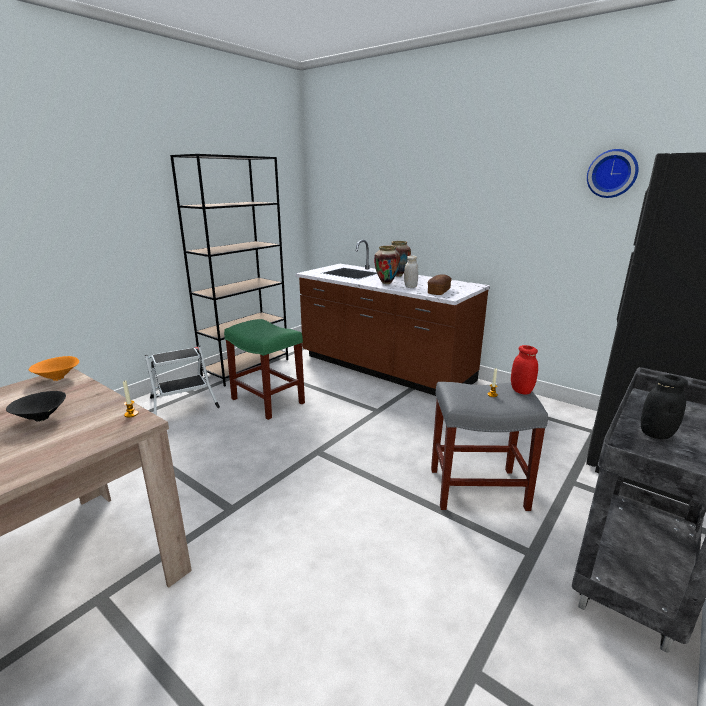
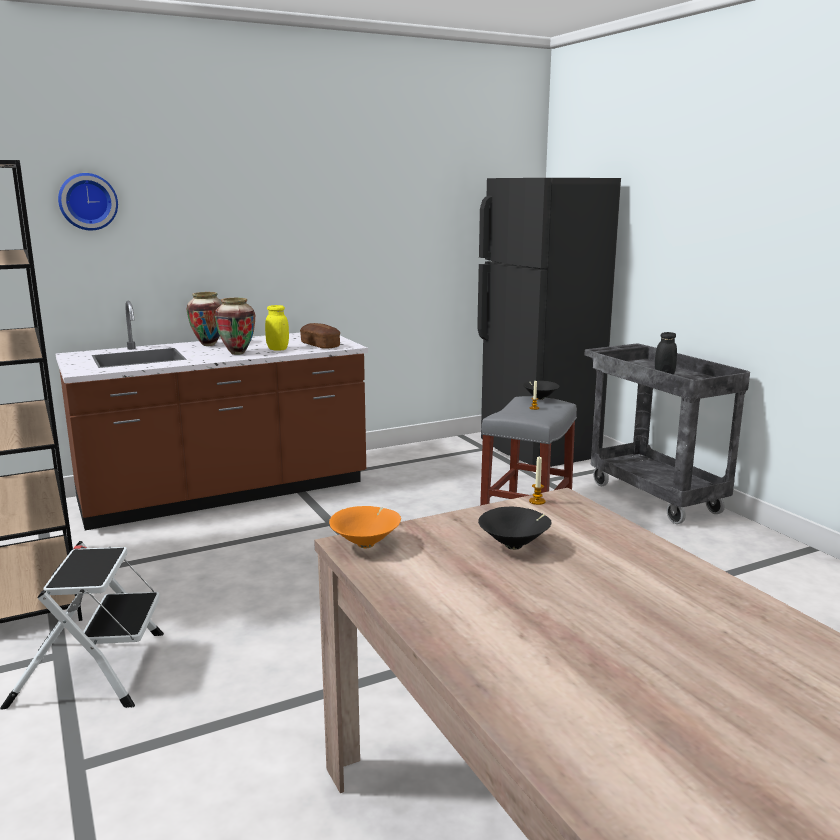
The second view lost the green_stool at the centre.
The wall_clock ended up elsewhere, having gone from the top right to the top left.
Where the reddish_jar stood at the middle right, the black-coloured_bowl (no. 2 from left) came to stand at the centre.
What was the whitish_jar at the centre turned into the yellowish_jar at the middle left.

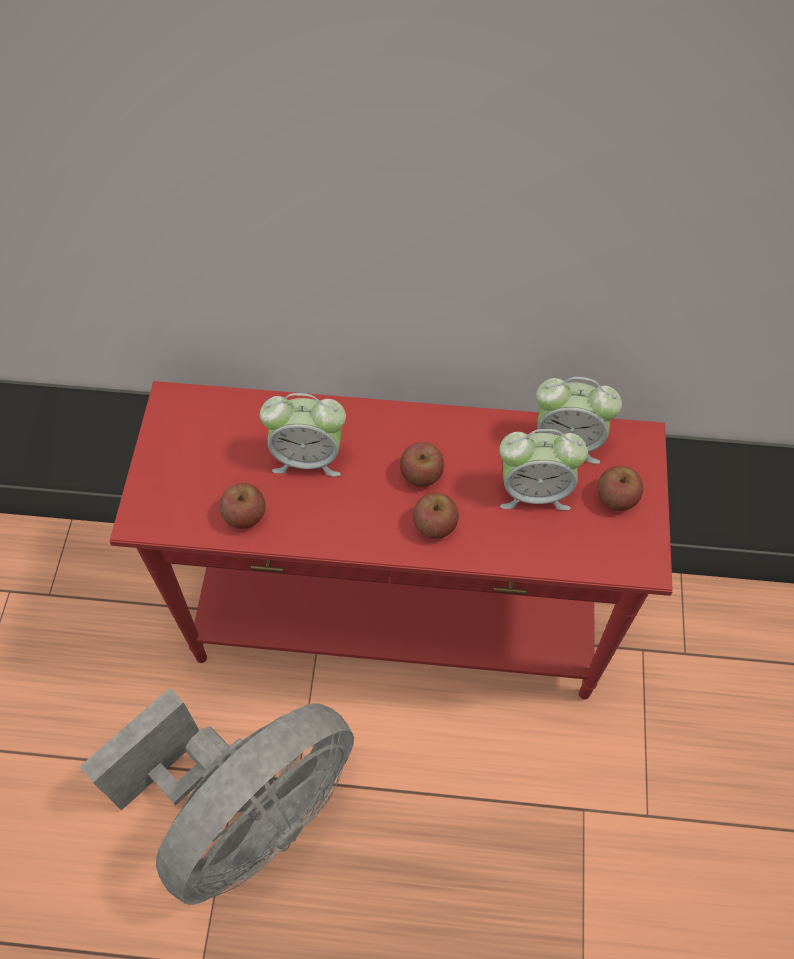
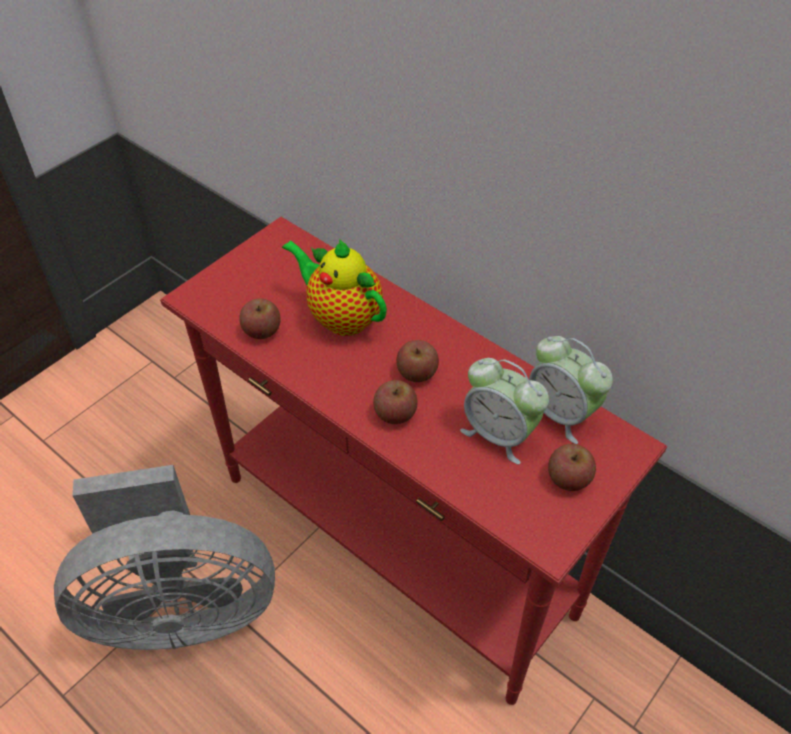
Where the bedside_clock (no. 1 from left) stood at the centre, the tea_pot came to stand at the centre.

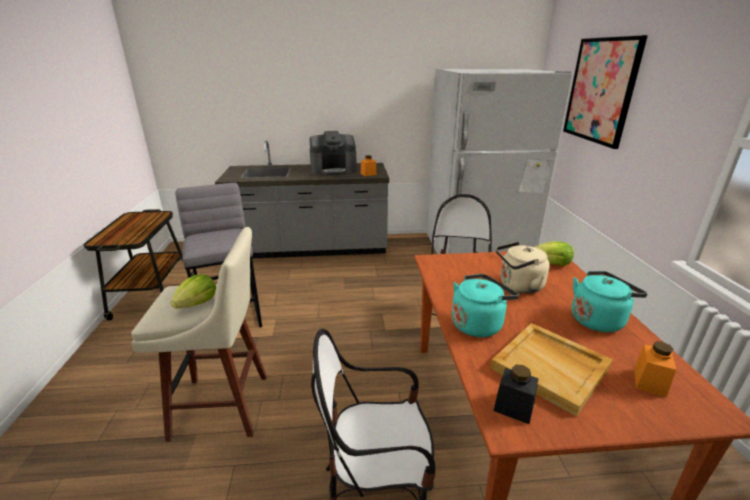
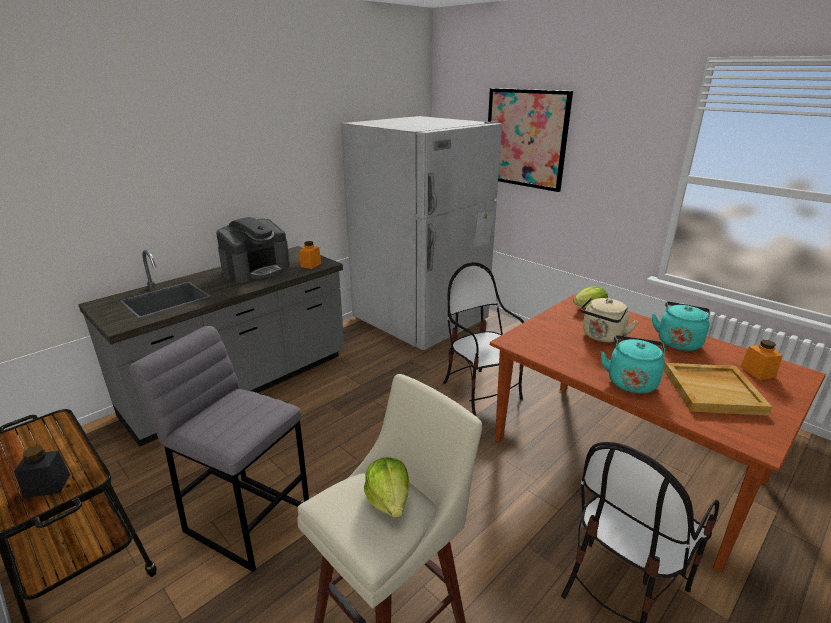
The black-coloured_jar ended up elsewhere, having gone from the bottom right to the bottom left.

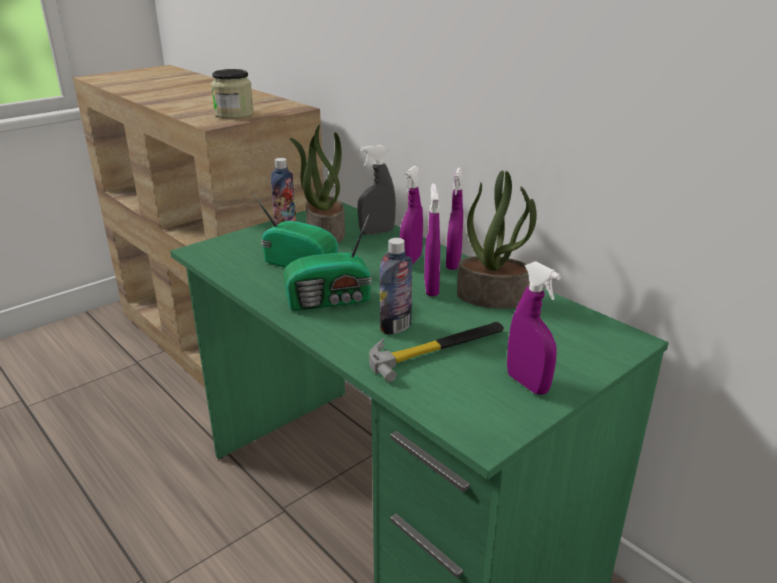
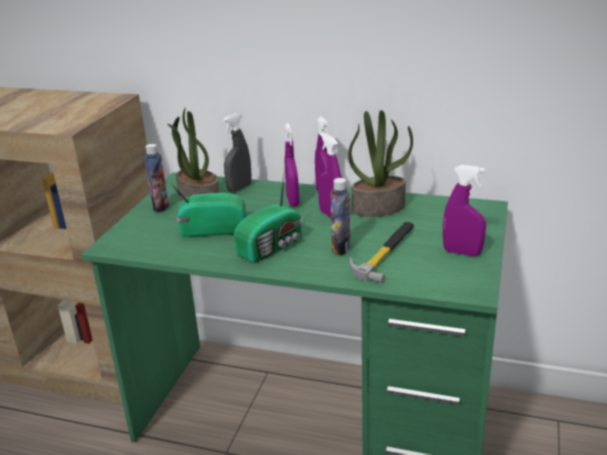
The second view lost the jar at the top left.

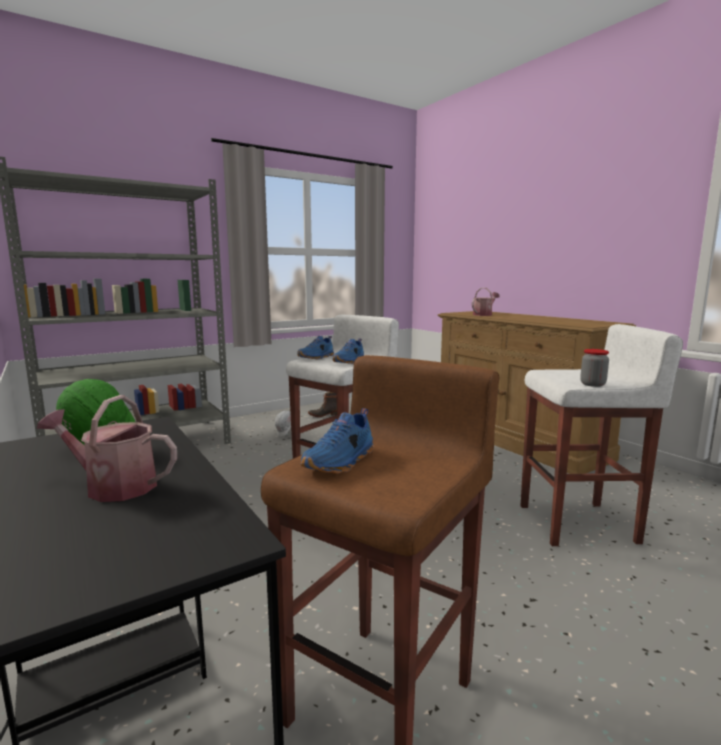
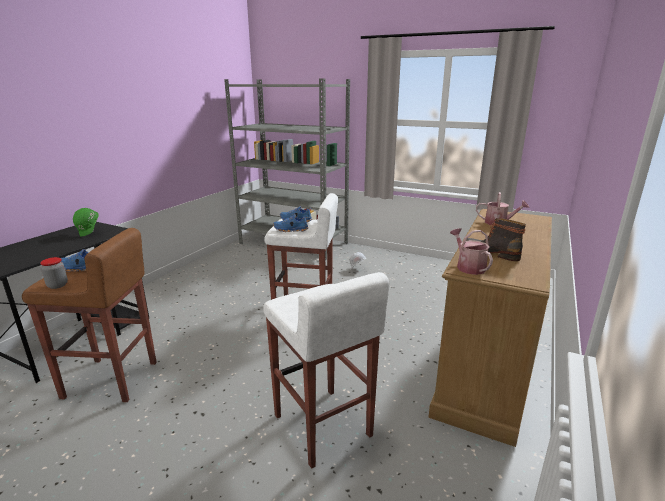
The sprinkling_can (no. 1 from left) ended up elsewhere, having gone from the middle left to the middle right.
The boot ended up elsewhere, having gone from the centre to the middle right.
The jar ended up elsewhere, having gone from the middle right to the middle left.

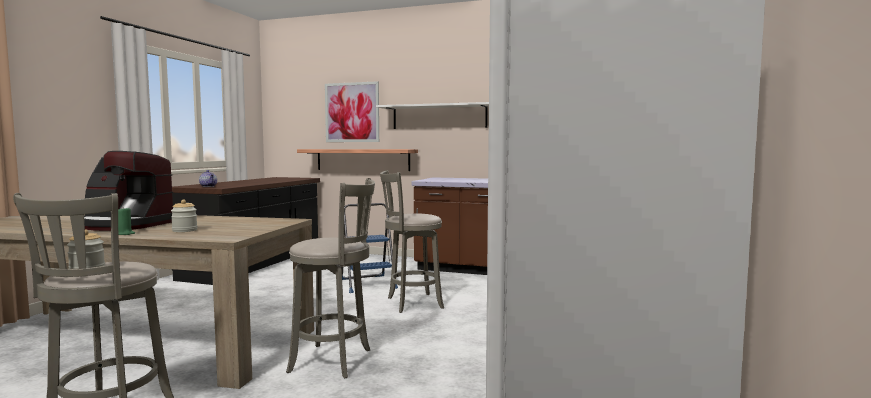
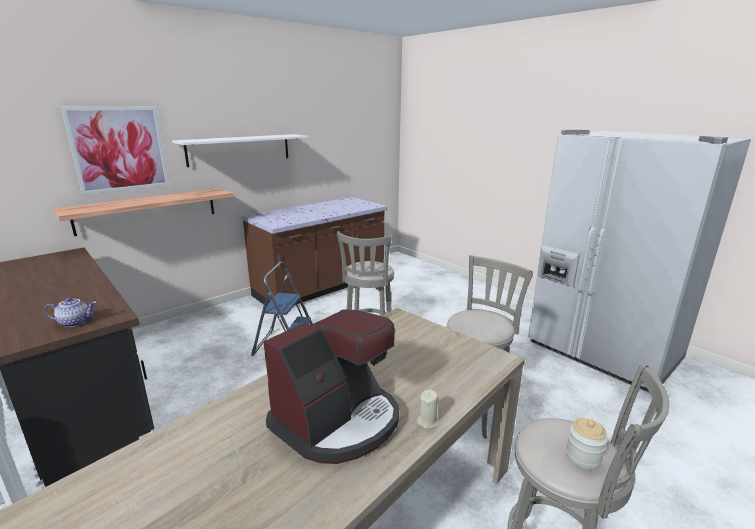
The second view lost the jar (no. 2 from left) at the middle left.
What was the green_candle at the middle left turned into the sand-coloured_candle at the bottom centre.

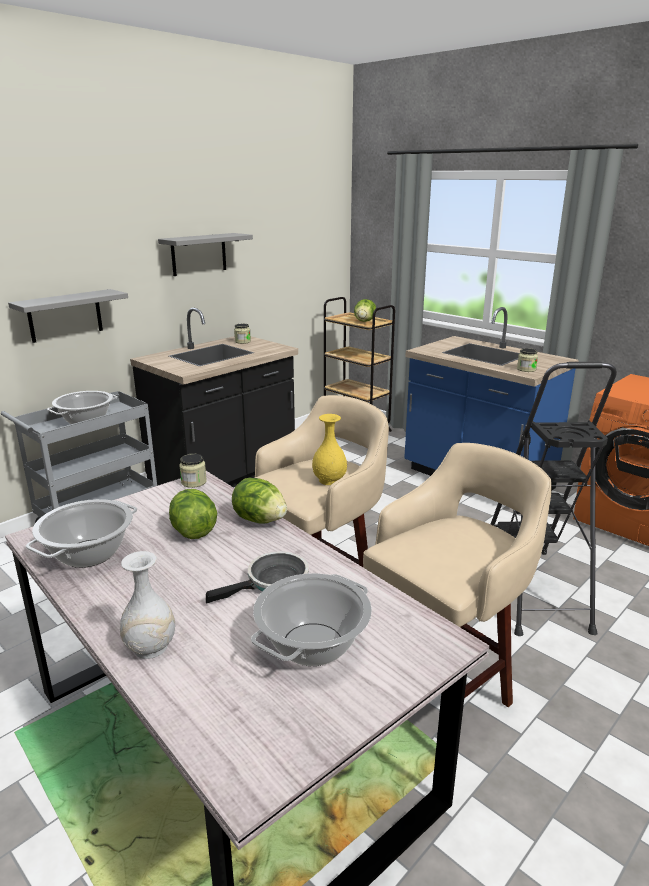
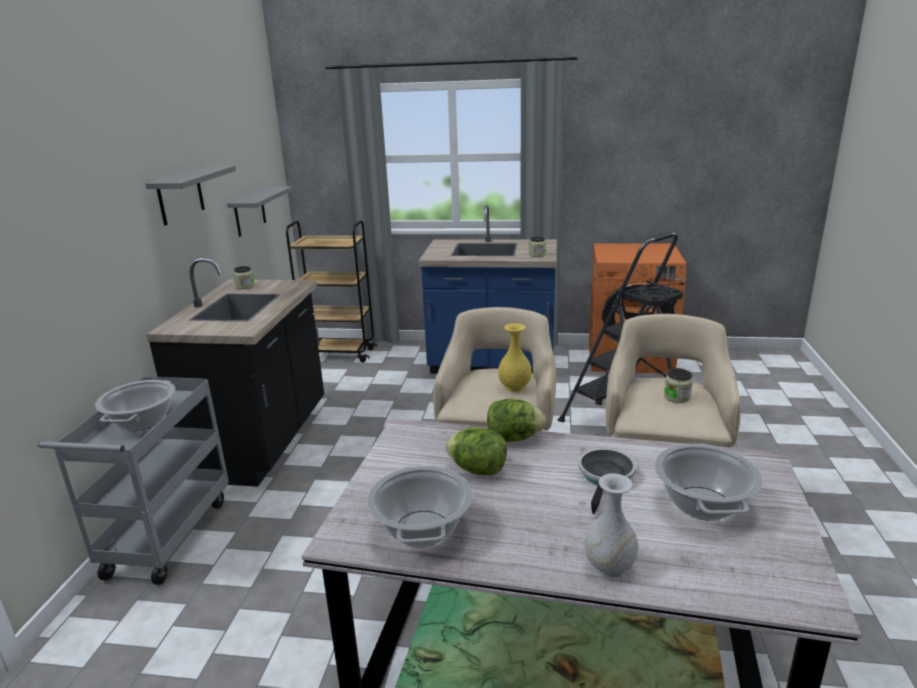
The second view lost the head_of_lettuce (no. 3 from left) at the centre.
The greyish_bracket_shelf (no. 1 from left in the first image) ended up elsewhere, having gone from the middle left to the top left.
The jar (no. 1 from left in the first image) ended up elsewhere, having gone from the middle left to the middle right.

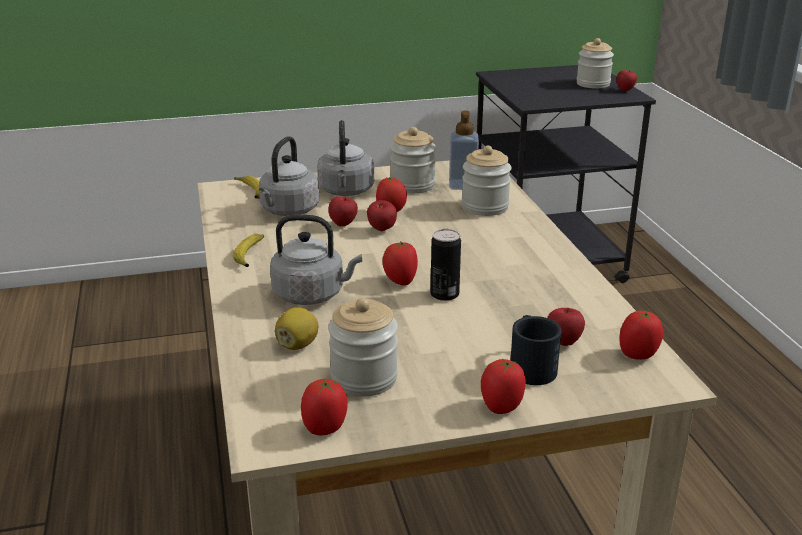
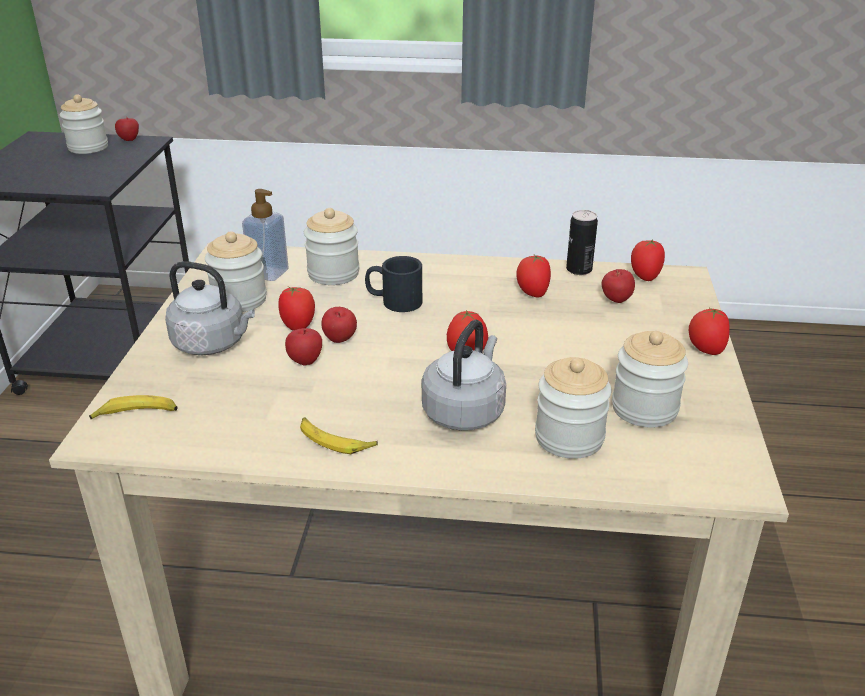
The second view lost the greyish_water_kettle (no. 1 from left) at the top centre.
The tomato (no. 1 from left in the first image) ended up elsewhere, having gone from the bottom centre to the centre.
The sealed_can ended up elsewhere, having gone from the centre to the middle right.
The black-coloured_tea_mug ended up elsewhere, having gone from the middle right to the centre.
Where the whole_lemon stood at the centre, the jar (no. 4 from left) came to stand at the centre.

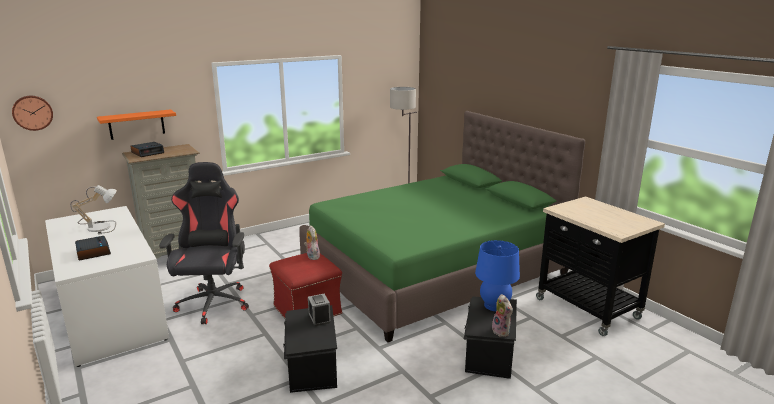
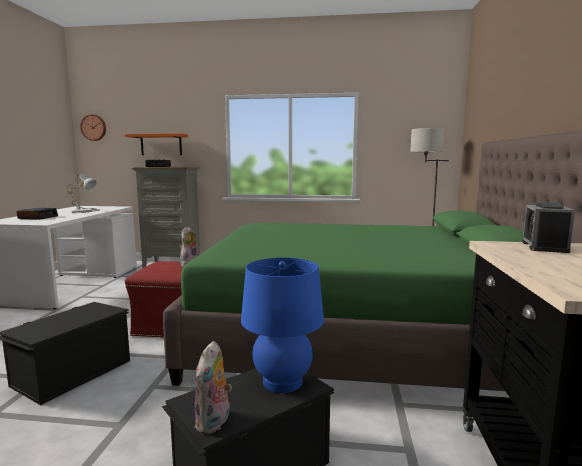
The second view lost the black-coloured_computer_chair at the middle left.
The bedside_clock (no. 3 from left) ended up elsewhere, having gone from the bottom centre to the middle right.

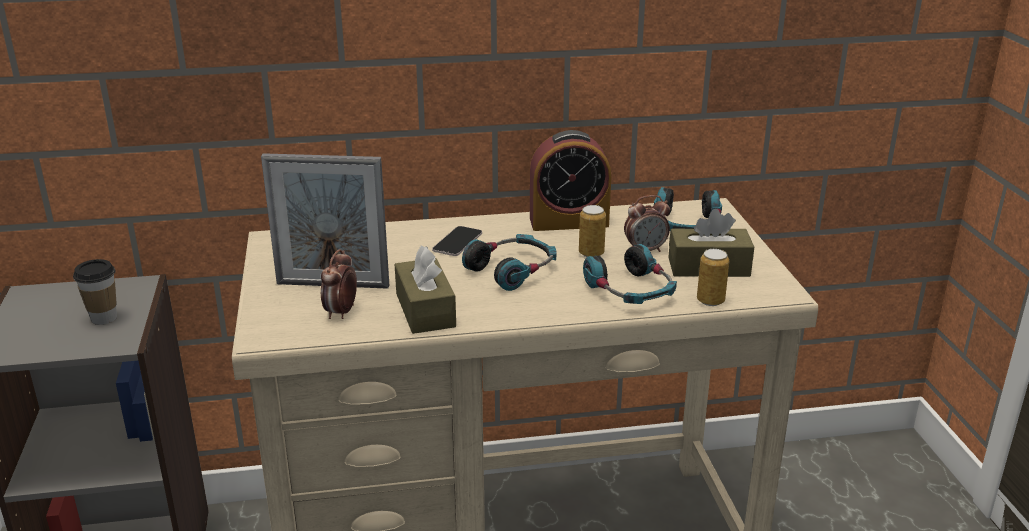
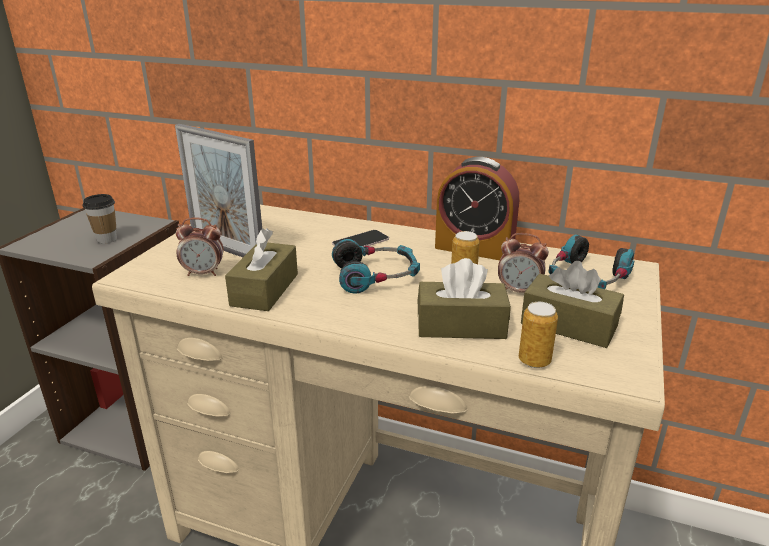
Where the headphones (no. 2 from left) stood at the centre, the brown-coloured_tissue_box (no. 2 from left) came to stand at the centre.
The bedside_clock (no. 1 from left) at the middle left ended up facing another way, 135 degrees counterclockwise from before.

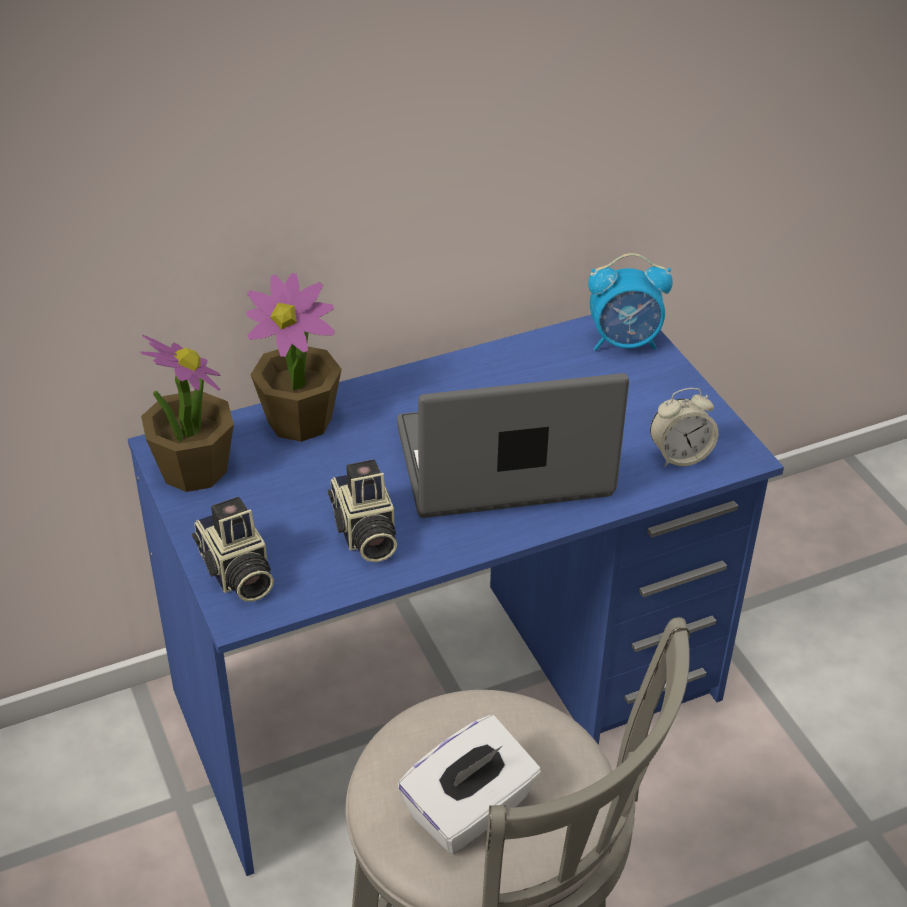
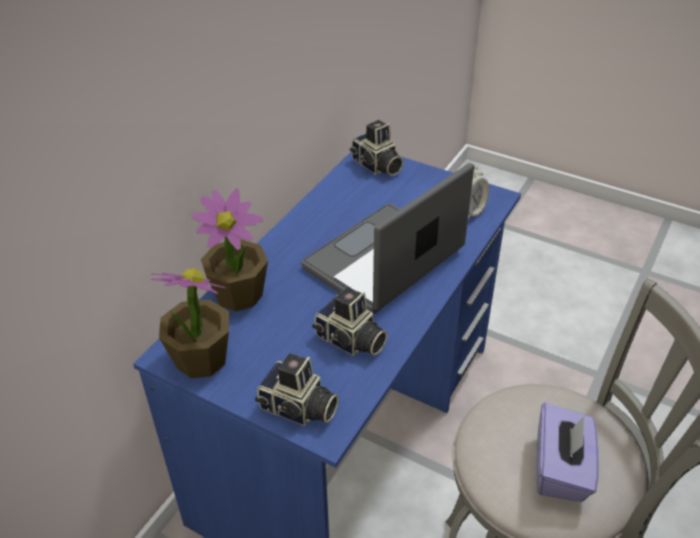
Where the bedside_clock (no. 1 from left) stood at the top right, the photo_camera (no. 3 from left) came to stand at the top centre.
What was the whitish_tissue_box at the bottom centre turned into the purplish_tissue_box at the bottom right.

